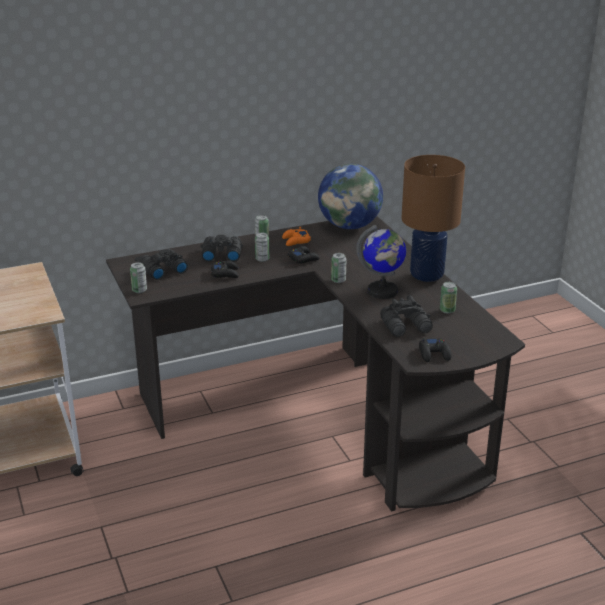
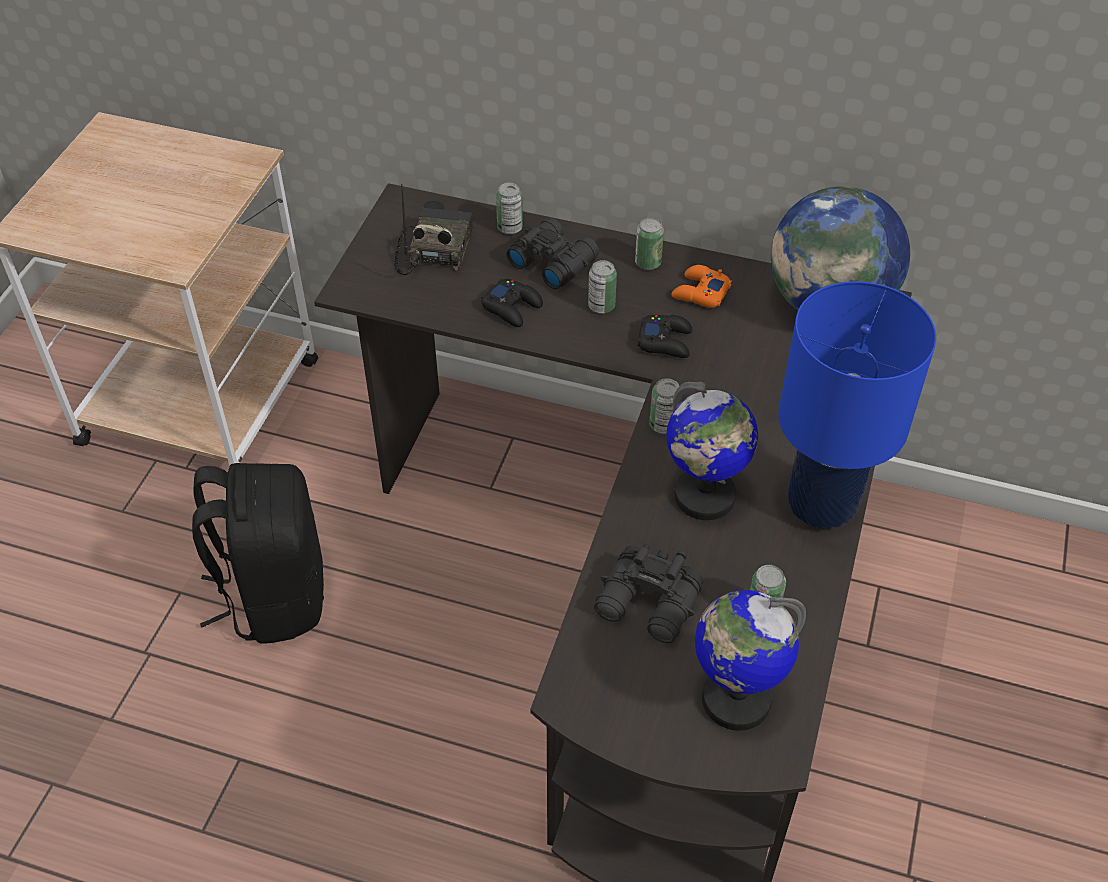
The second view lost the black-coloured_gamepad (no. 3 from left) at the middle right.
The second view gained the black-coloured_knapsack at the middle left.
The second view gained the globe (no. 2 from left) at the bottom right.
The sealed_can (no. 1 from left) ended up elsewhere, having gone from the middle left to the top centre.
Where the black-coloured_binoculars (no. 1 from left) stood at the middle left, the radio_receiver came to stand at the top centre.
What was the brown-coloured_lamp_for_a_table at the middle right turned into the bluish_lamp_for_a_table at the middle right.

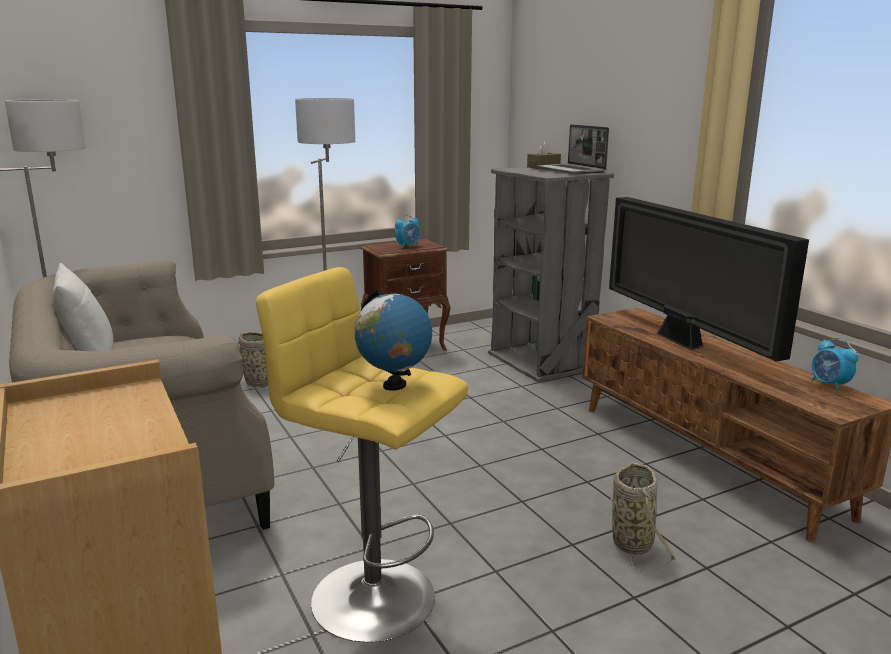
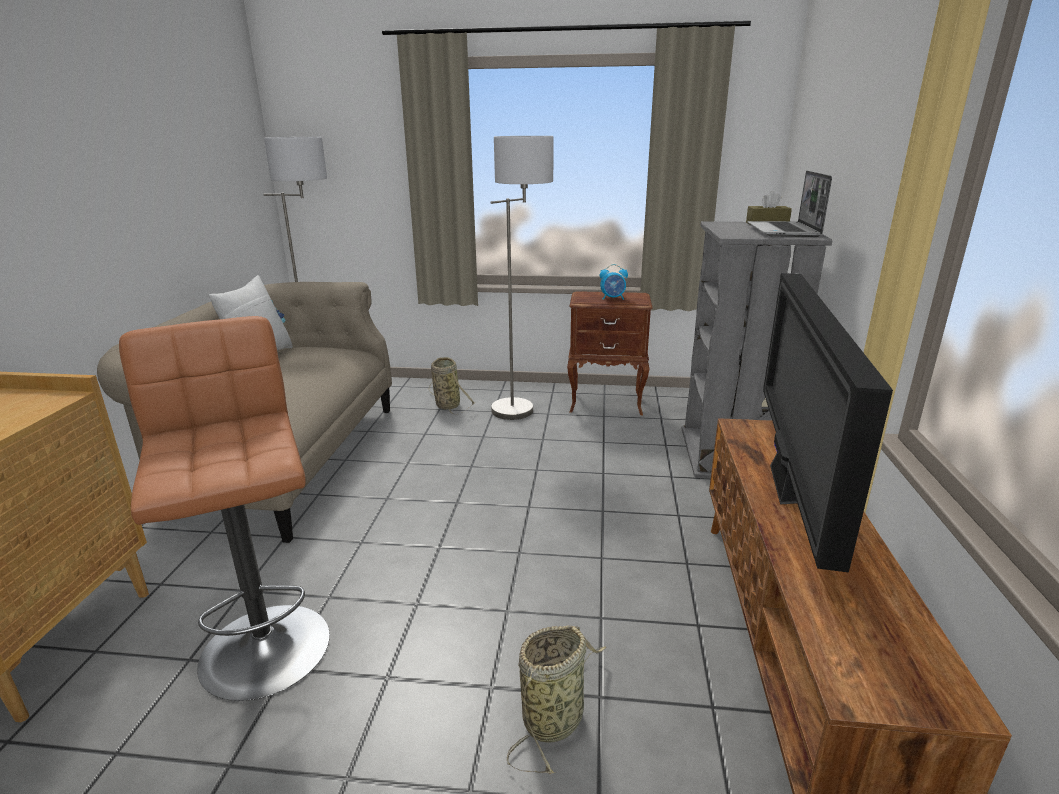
The second view lost the globe at the centre.
The second view lost the bedside_clock (no. 2 from left) at the middle right.
What was the yellowish_stool at the bottom centre turned into the brown-coloured_stool at the middle left.

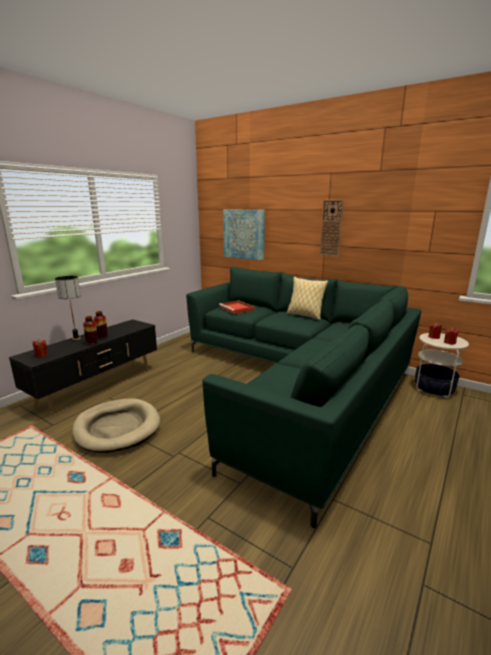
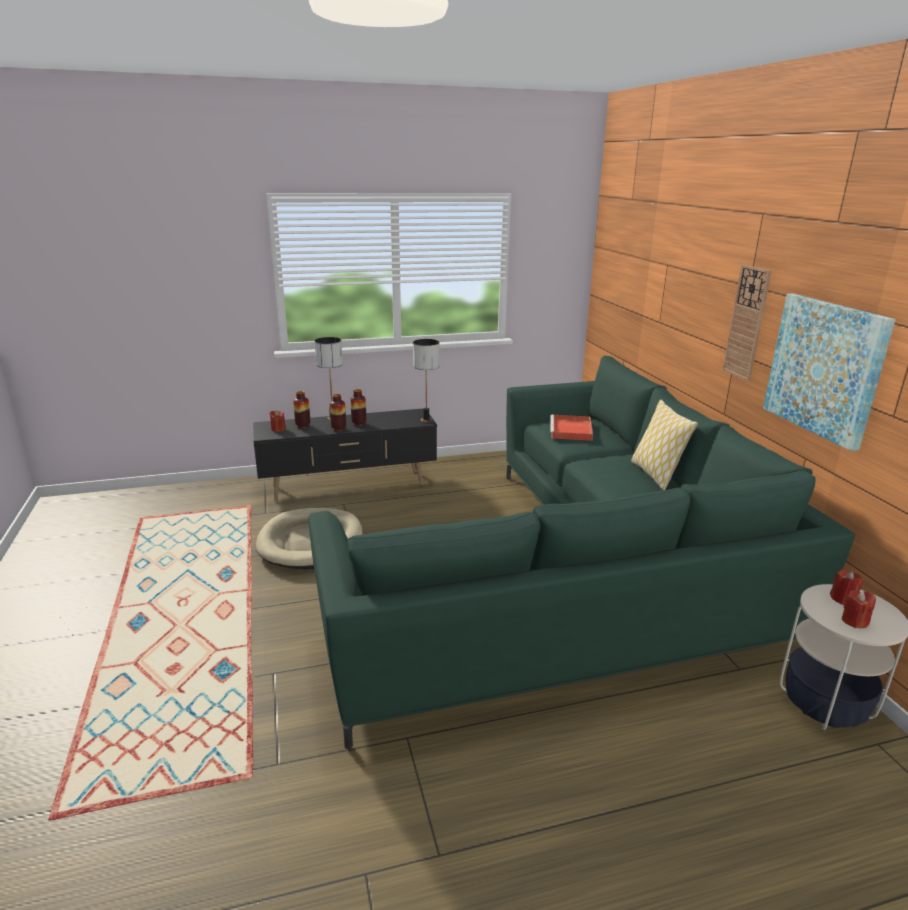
The second view gained the decorative_vase (no. 1 from left) at the middle left.
The second view gained the lamp_for_a_table (no. 2 from left) at the centre.
The wall_art ended up elsewhere, having gone from the centre to the middle right.

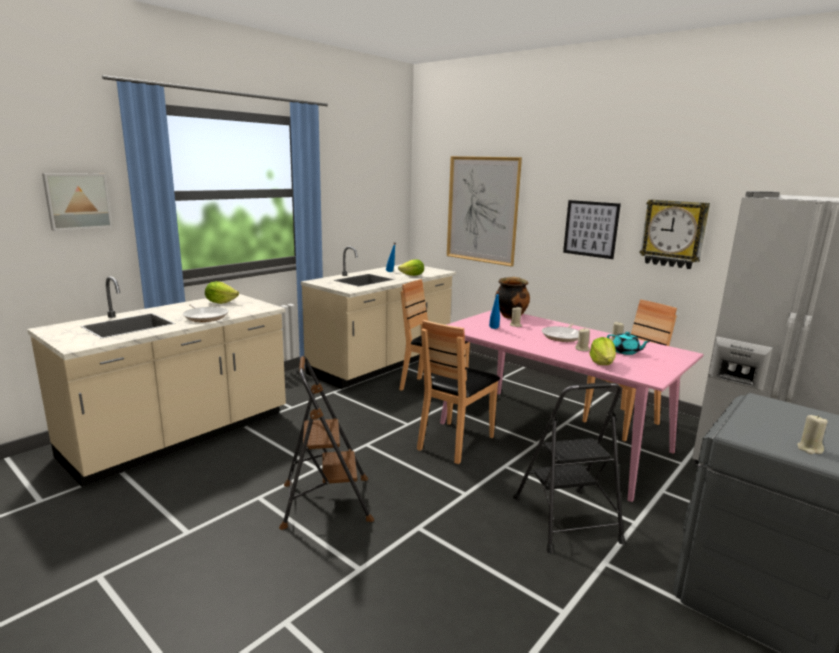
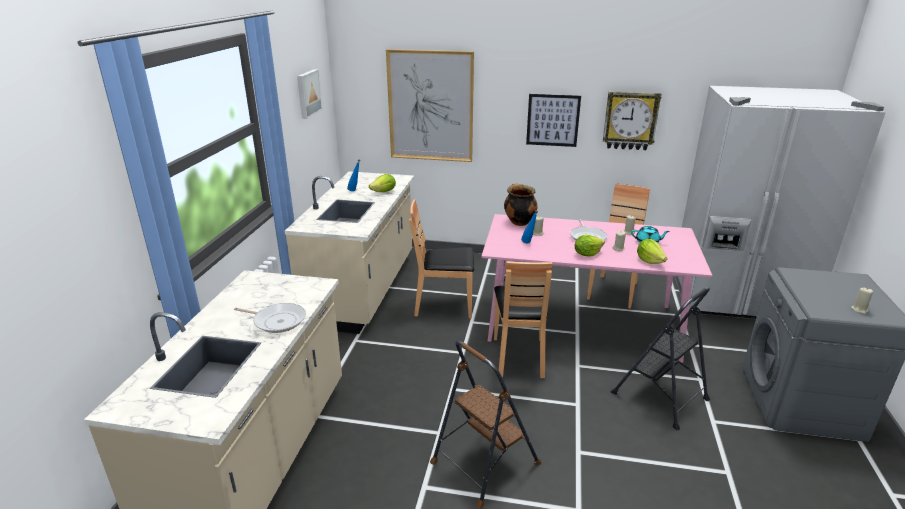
The wall_art (no. 1 from left) ended up elsewhere, having gone from the top left to the top centre.
The head_of_lettuce (no. 1 from left in the first image) ended up elsewhere, having gone from the middle left to the centre.

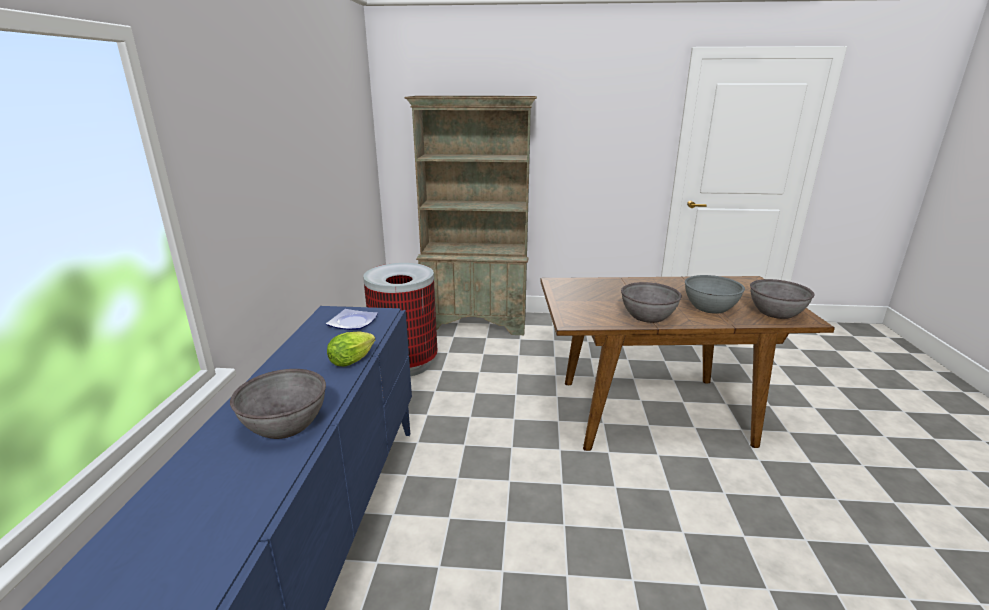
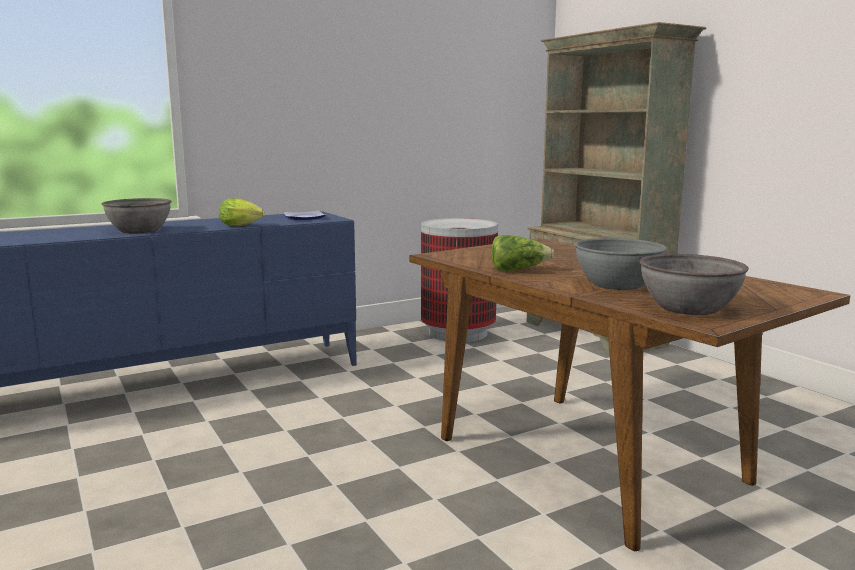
Where the greyish_bowl (no. 2 from left) stood at the centre, the head_of_lettuce (no. 2 from left) came to stand at the centre.

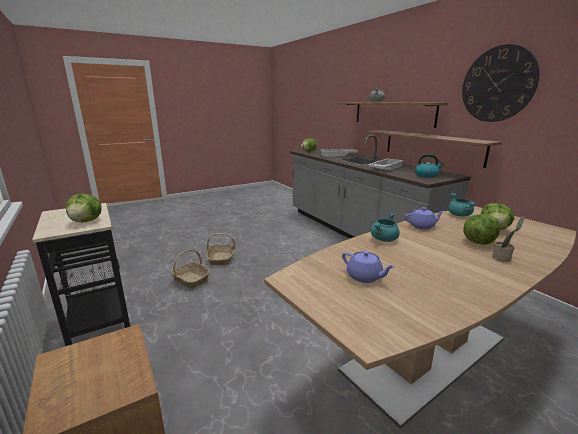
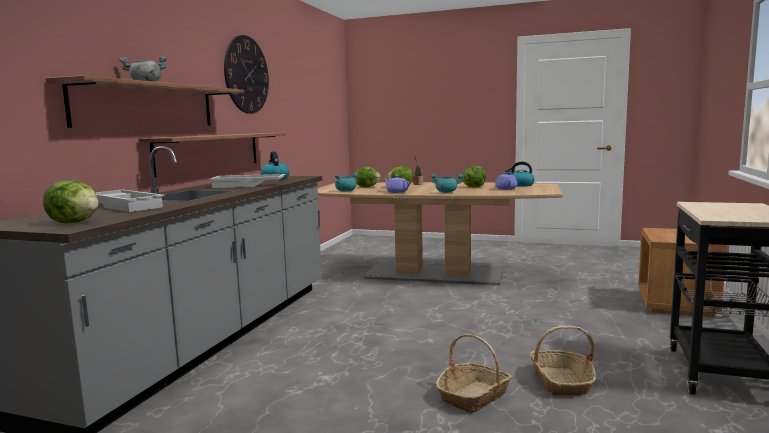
The second view gained the water_kettle (no. 2 from left) at the middle right.
The head_of_lettuce (no. 1 from left in the first image) ended up elsewhere, having gone from the middle left to the centre.

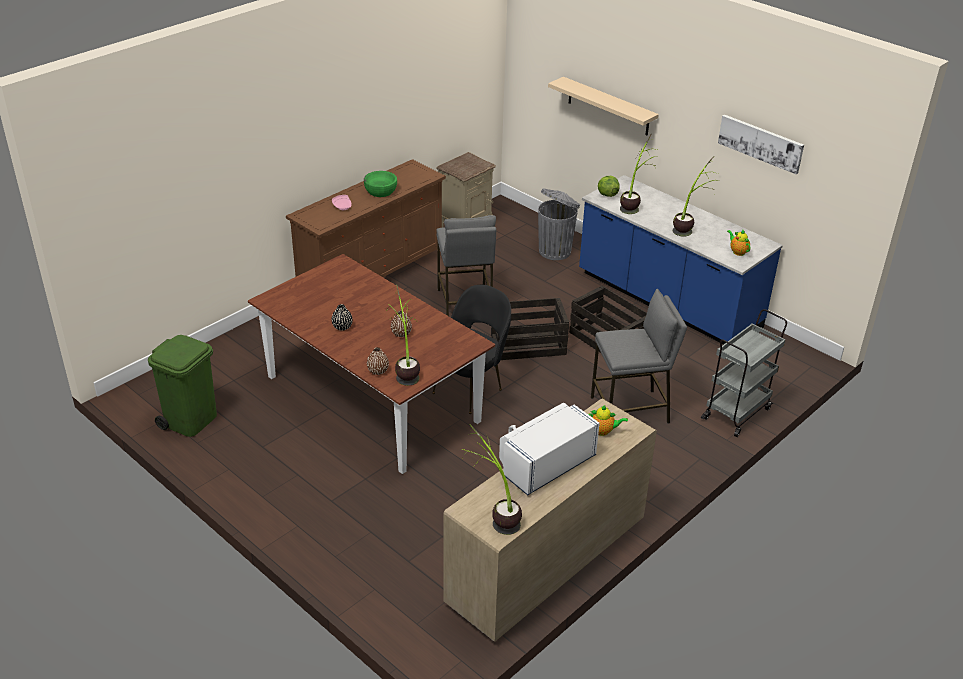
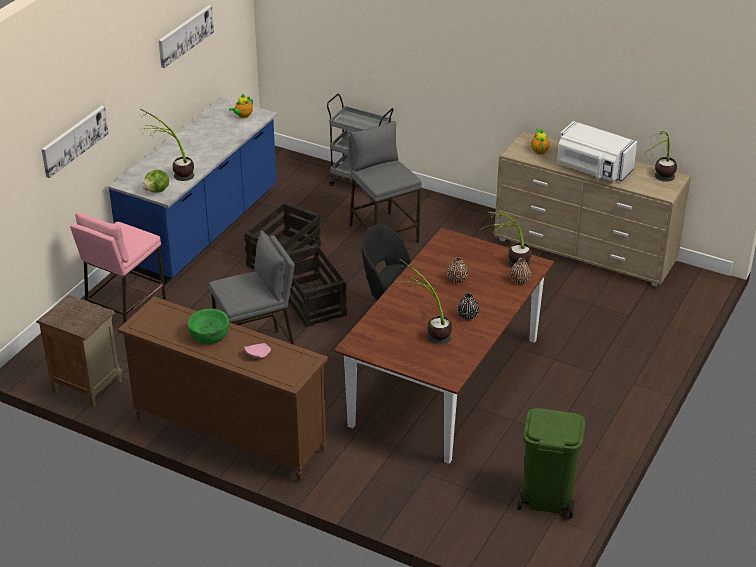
The houseplant (no. 4 from left in the first image) ended up elsewhere, having gone from the top right to the centre.
Where the greyish_trash_can stood at the top centre, the pink-coloured_stool came to stand at the middle left.
Where the sand-coloured_bracket_shelf hung at the top centre, the wall_art (no. 1 from left) came to hang at the top left.

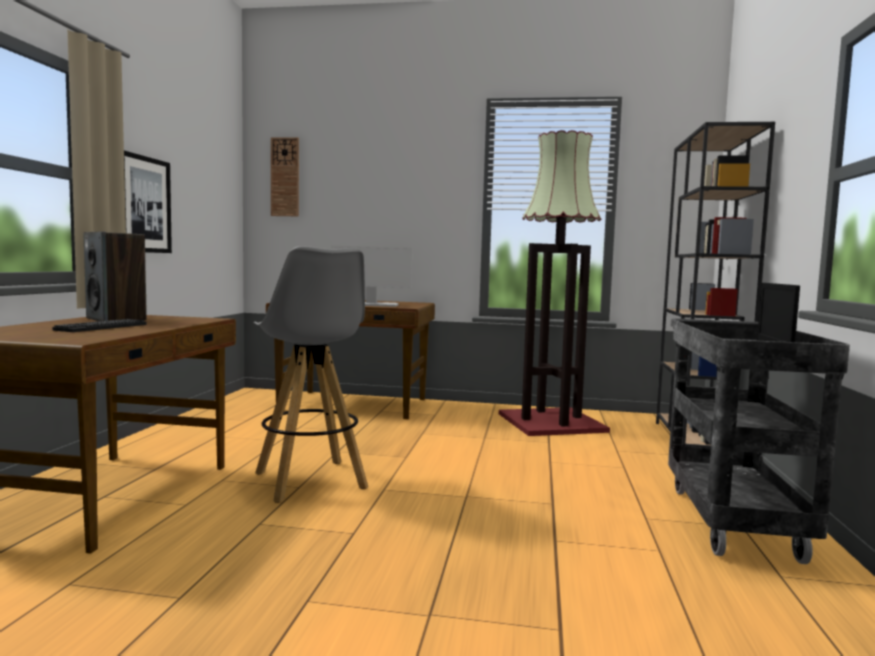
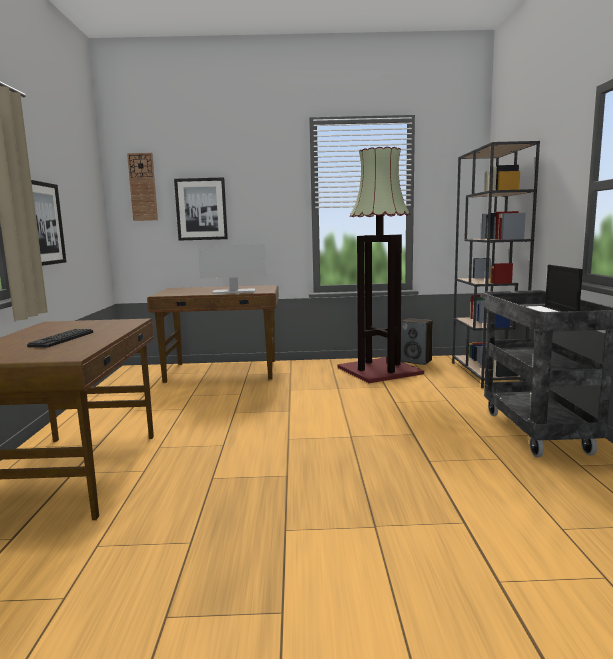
The second view lost the greyish_stool at the centre.
The second view gained the wall_art (no. 2 from left) at the top left.
The audio_speaker ended up elsewhere, having gone from the middle left to the middle right.

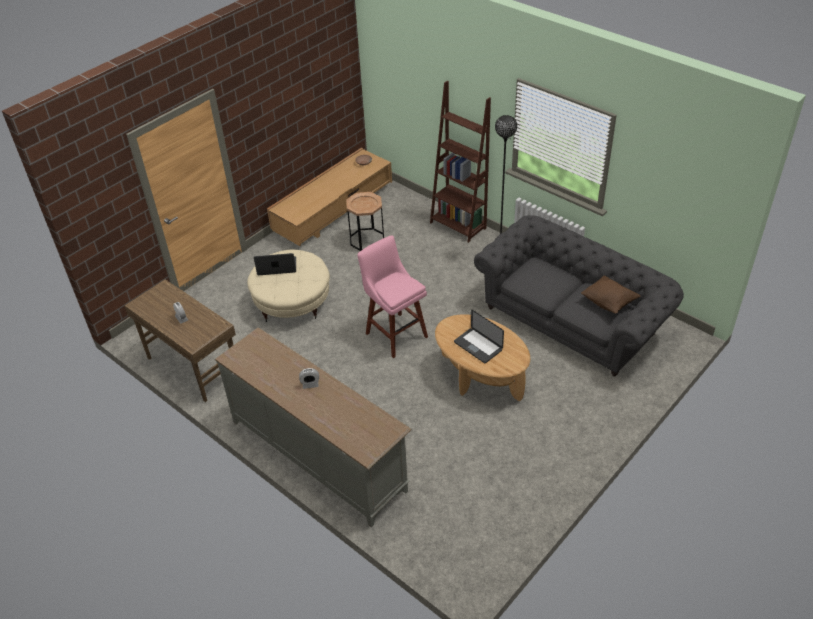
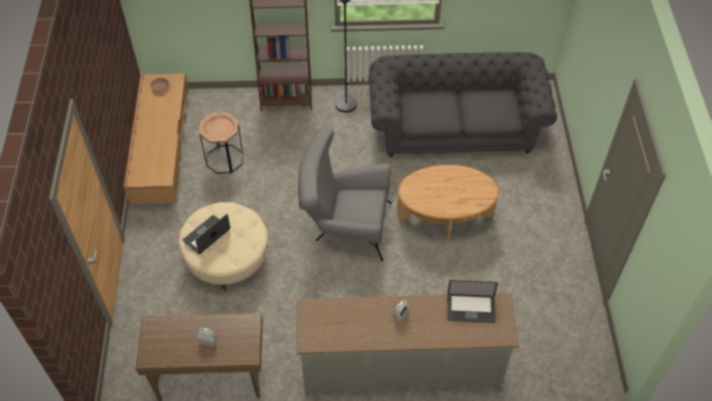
The second view lost the brown-coloured_pillow at the middle right.
The notebook_computer (no. 2 from left) ended up elsewhere, having gone from the centre to the bottom centre.
Where the pink-coloured_stool stood at the centre, the greyish_easy_chair came to stand at the centre.

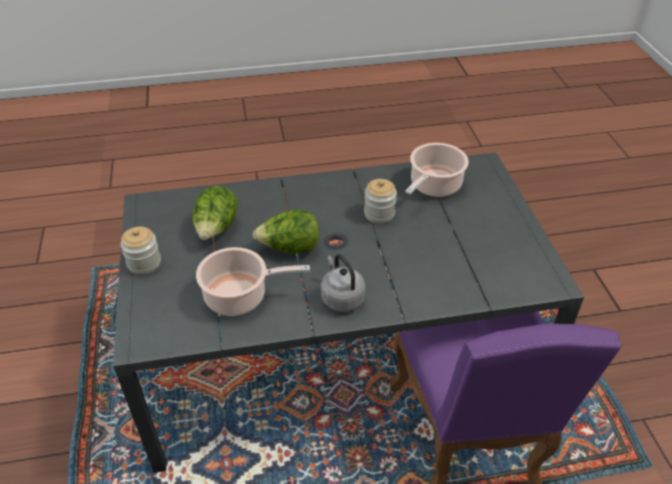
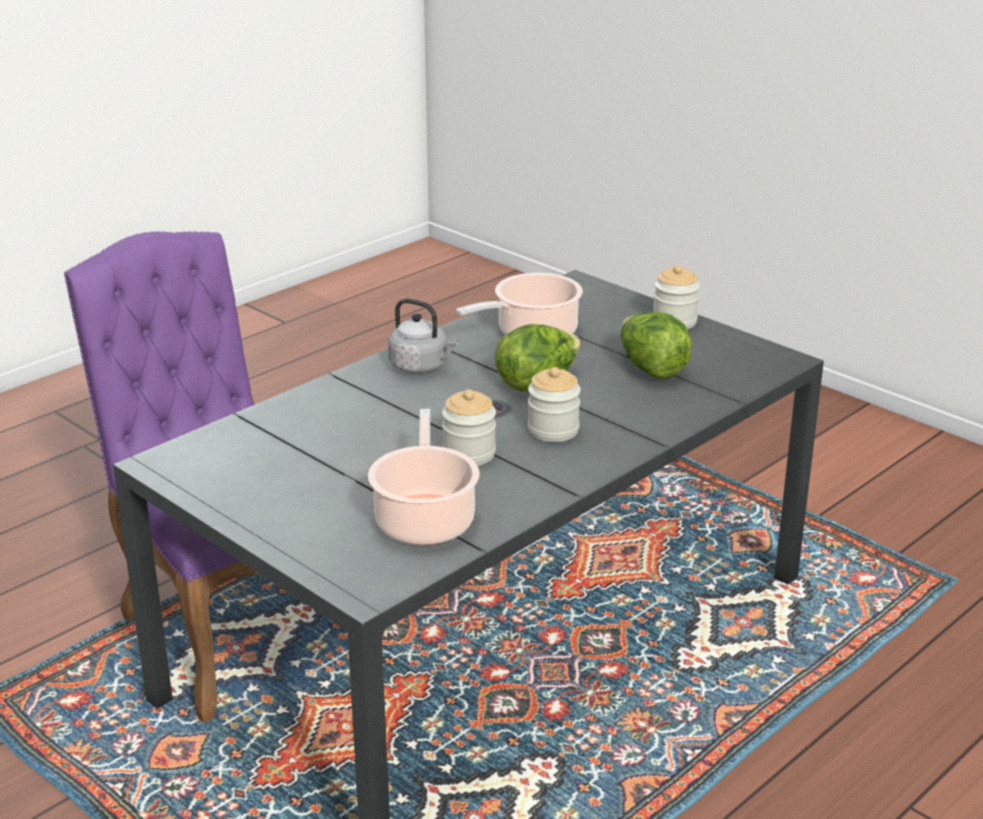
The second view gained the jar (no. 2 from left) at the centre.

